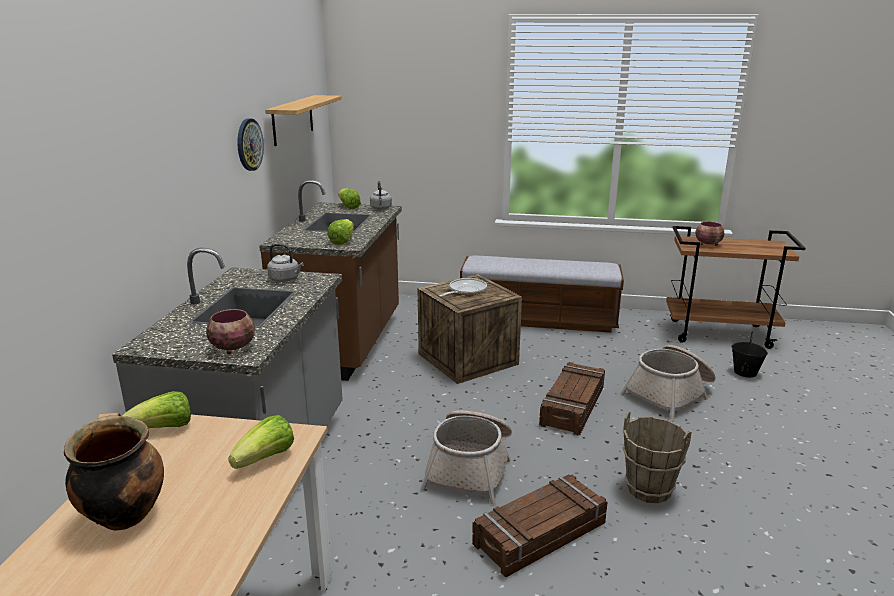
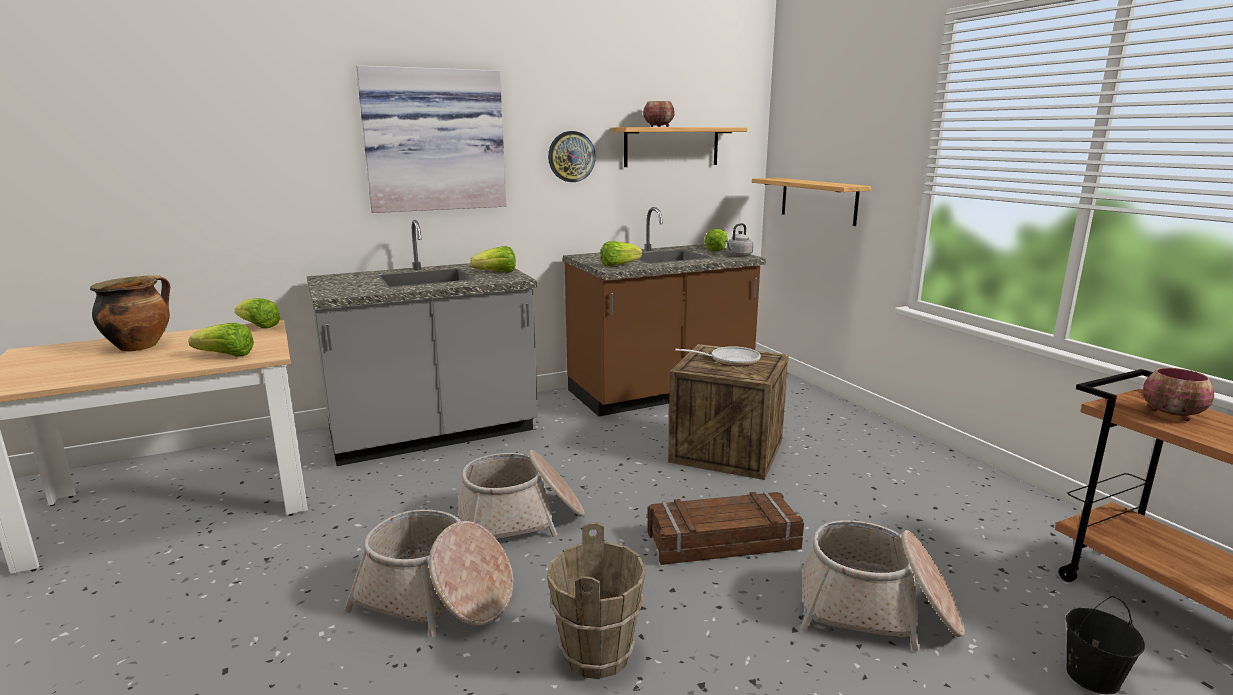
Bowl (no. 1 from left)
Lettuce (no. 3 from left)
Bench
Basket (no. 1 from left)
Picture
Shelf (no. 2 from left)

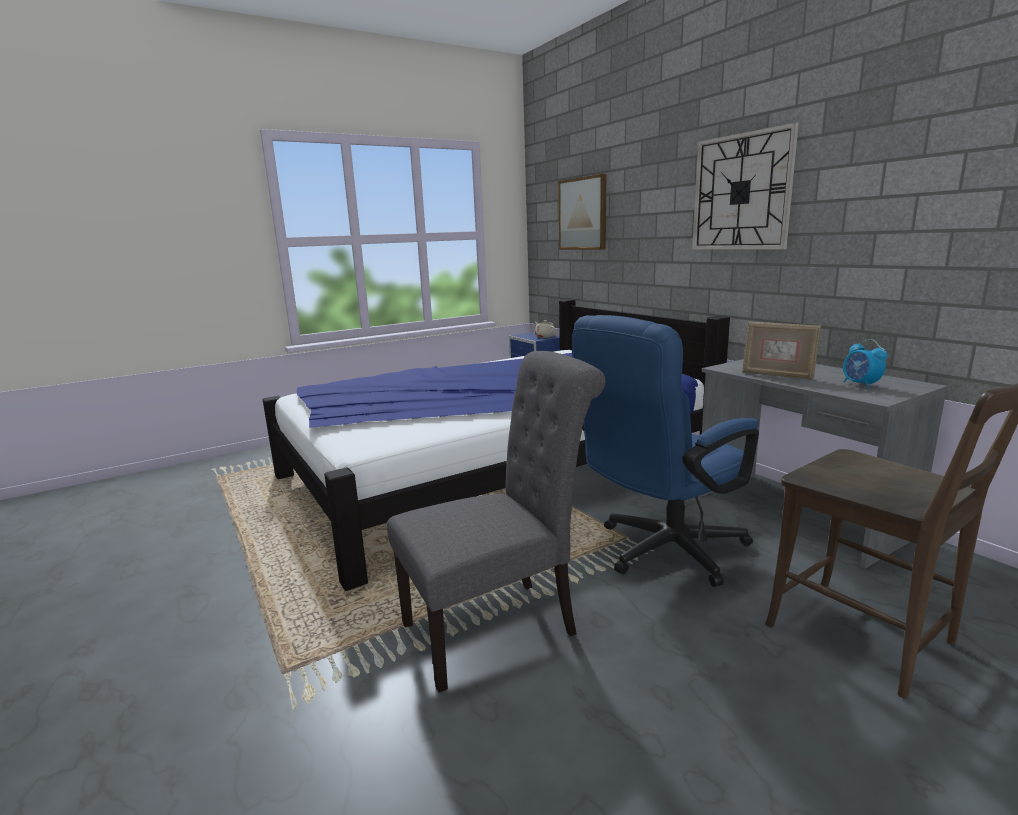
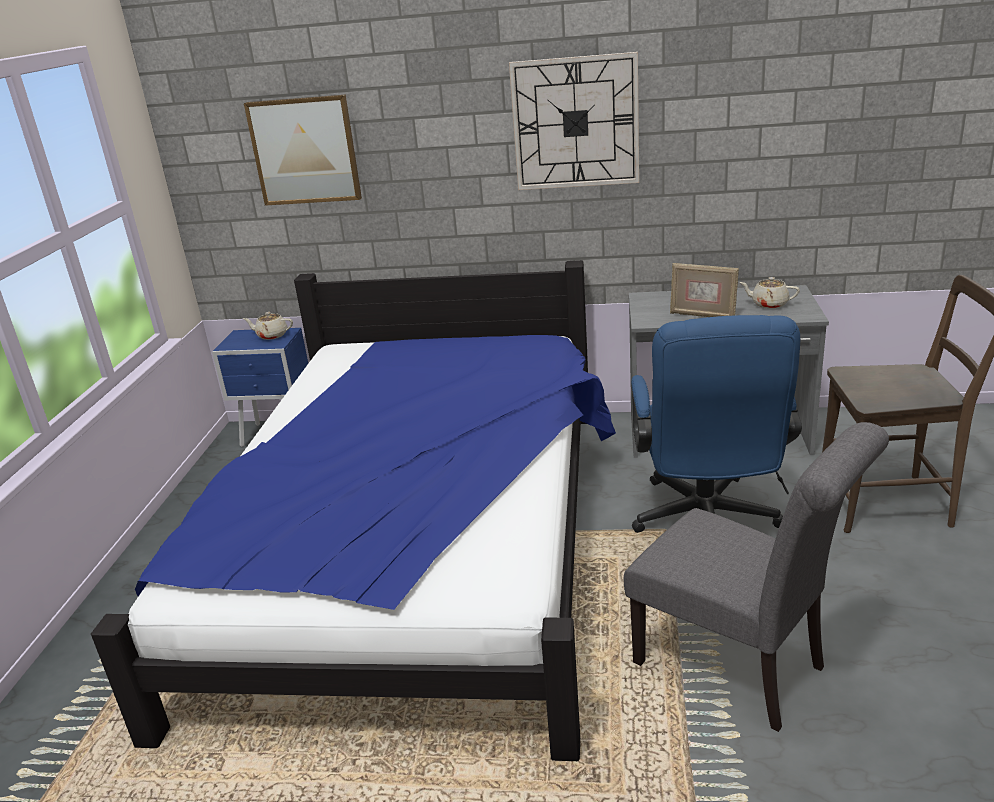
GreyChair
PictureFrame
BeigeTeapot (no. 2 from left)

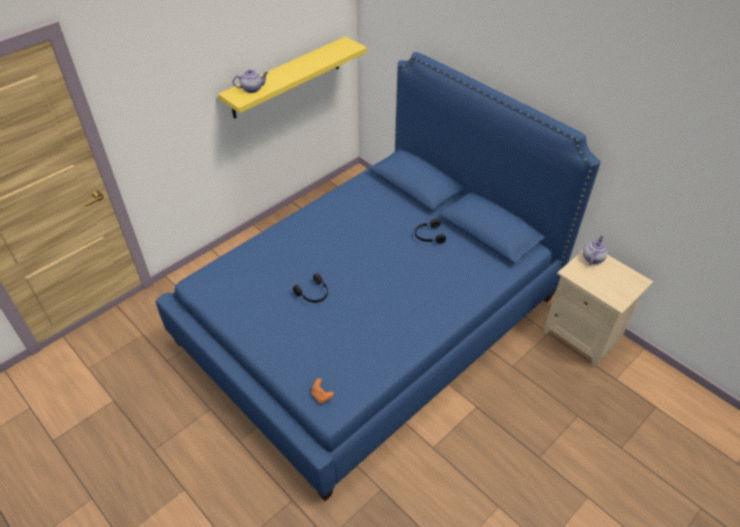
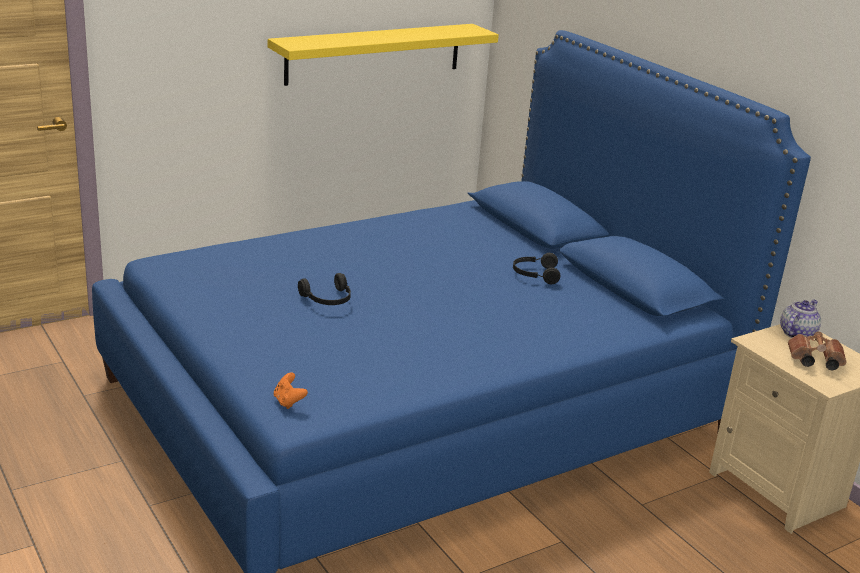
Teapot (no. 1 from left in the first image)
BrownBinoculars

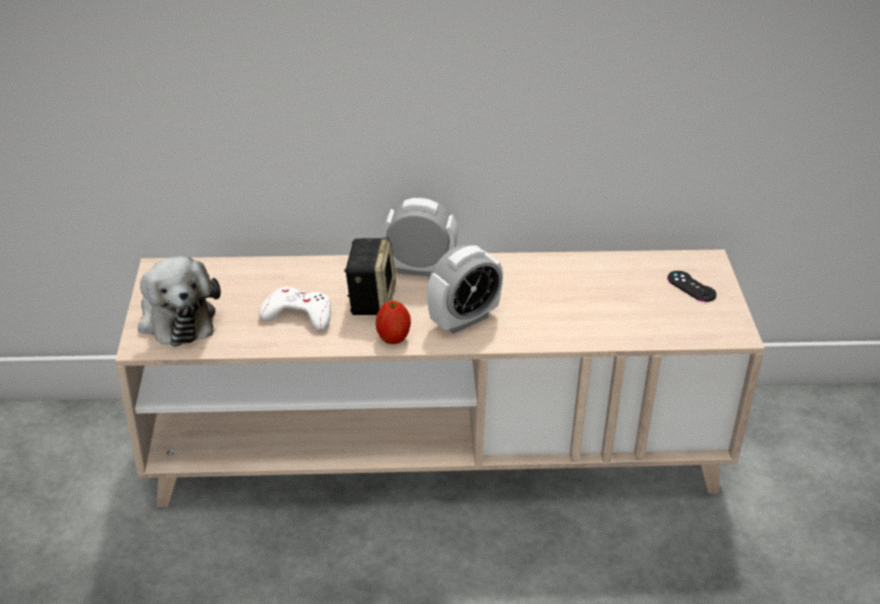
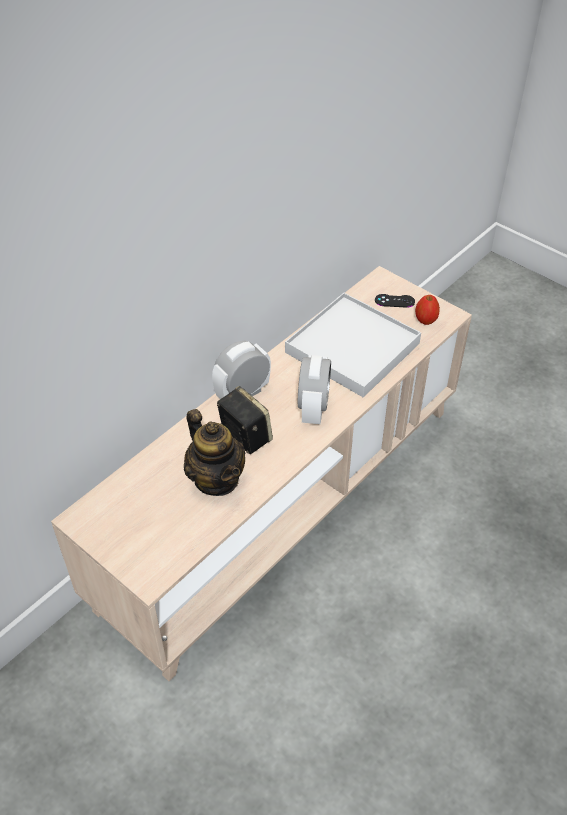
PlushToy
Teapot
Apple
WhiteTray

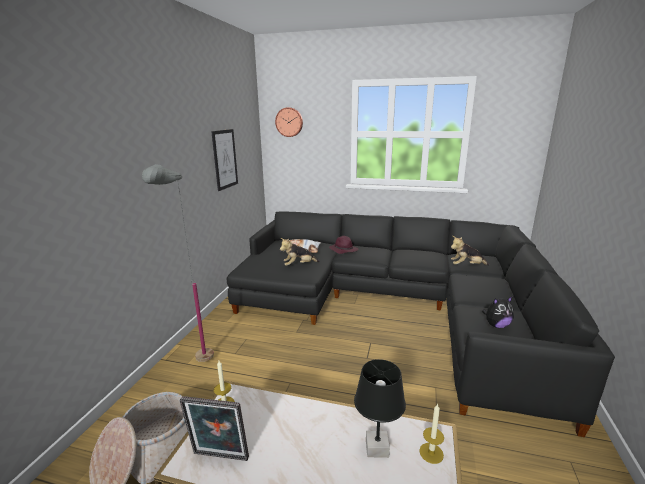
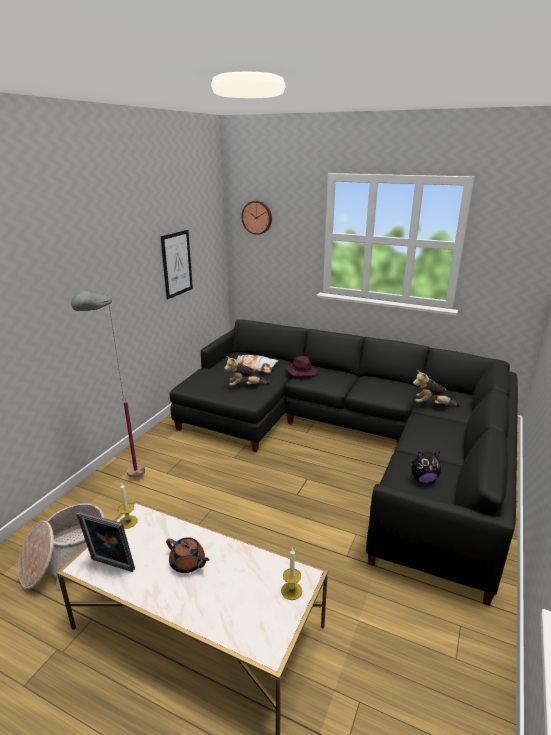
BlackTableLamp
BrownTeapot

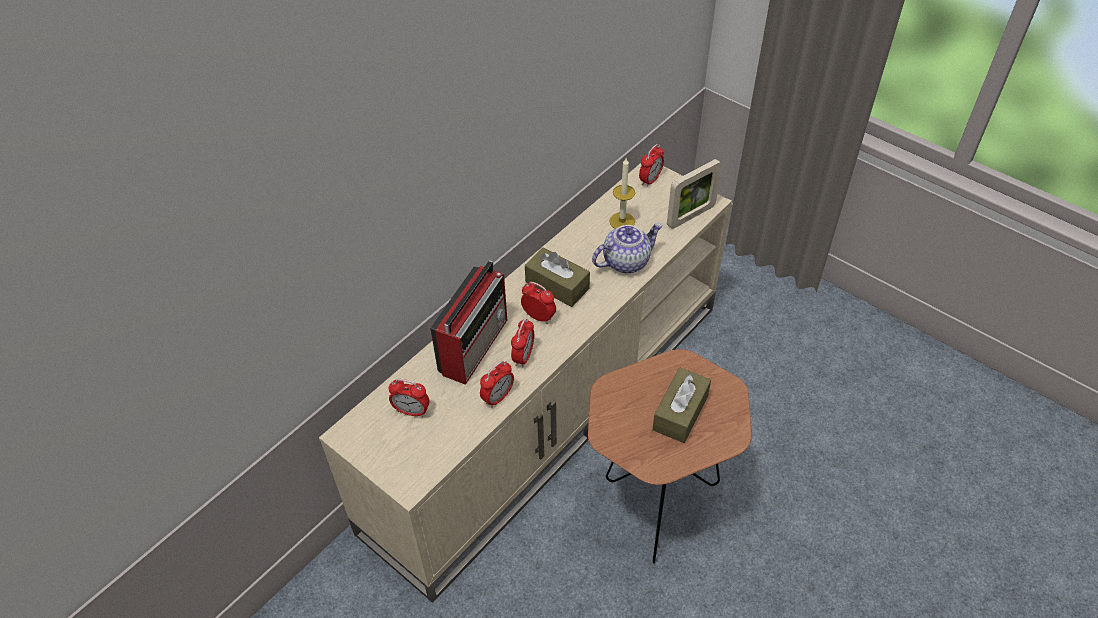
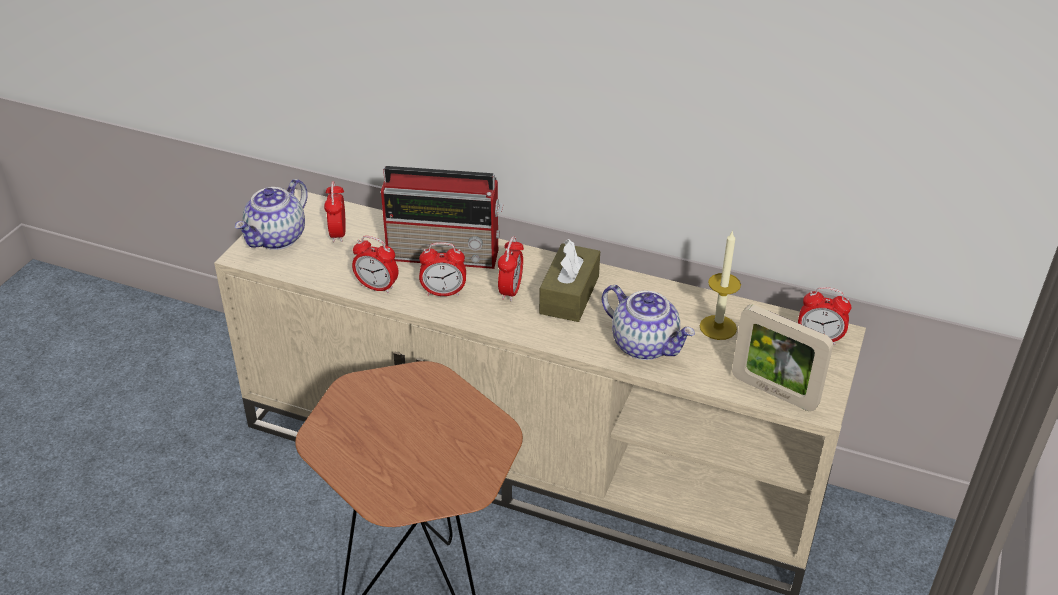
BrownTissueBox (no. 2 from left in the first image)
Teapot (no. 1 from left)

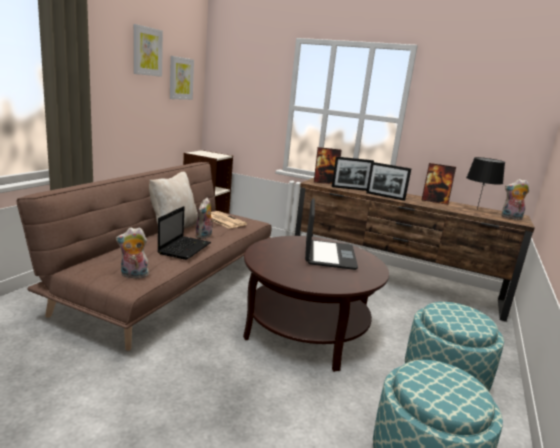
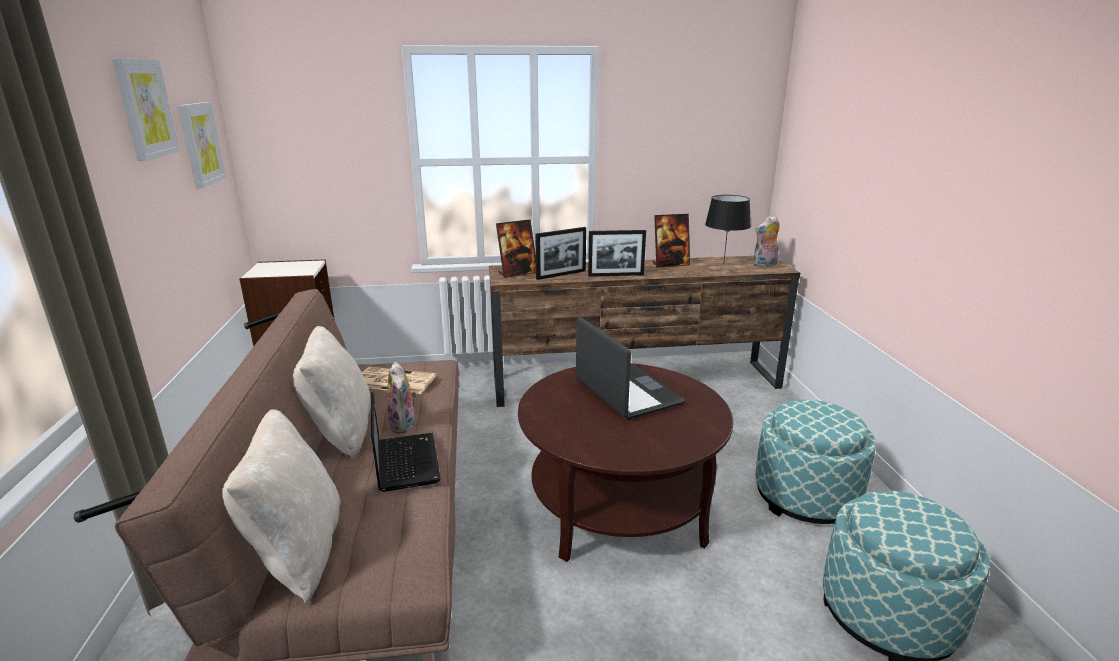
PlushToy (no. 1 from left in the first image)
BeigePillow (no. 1 from left)

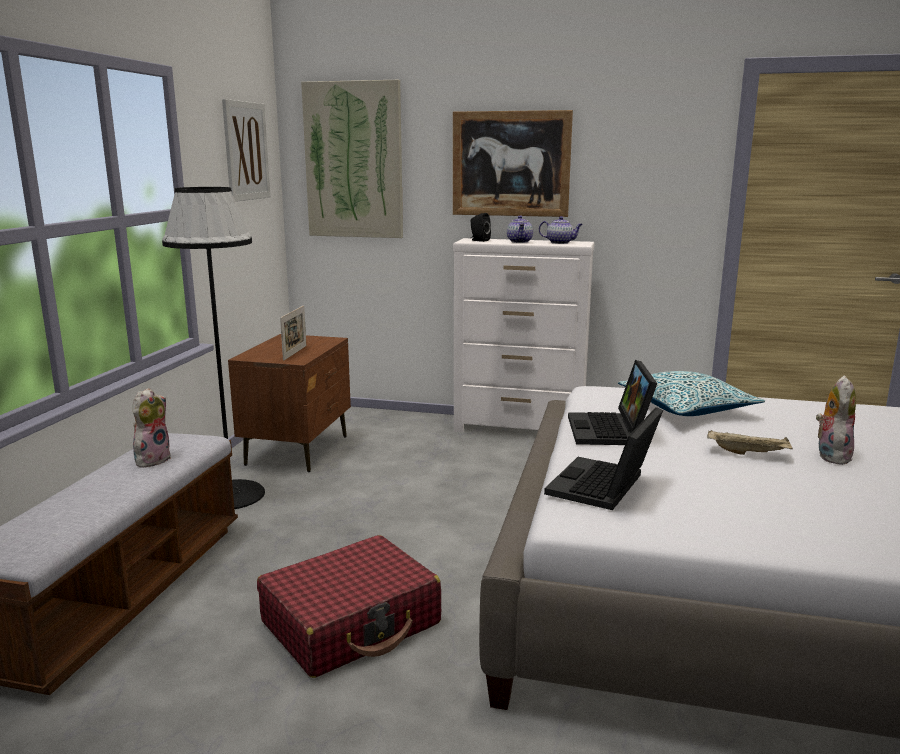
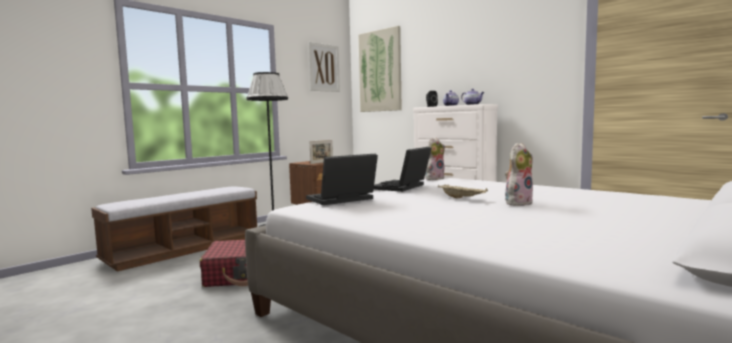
PlushToy (no. 1 from left)
Picture (no. 3 from left in the first image)
Pillow

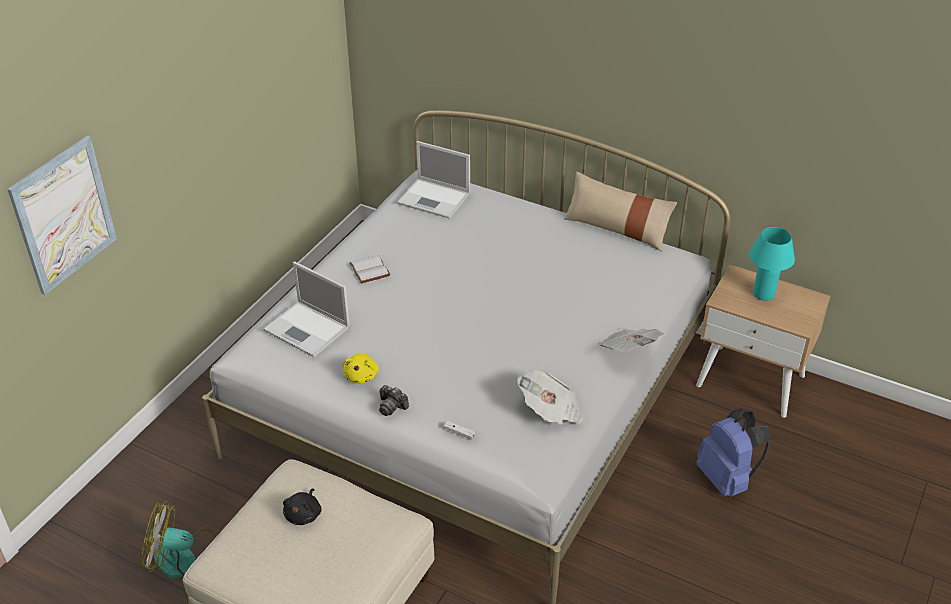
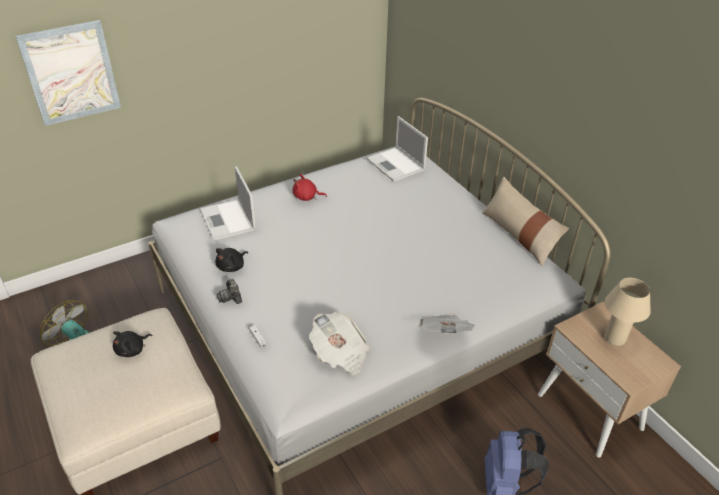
BlackPlushToy (no. 2 from left)
RedPlushToy
BeigeTableLamp

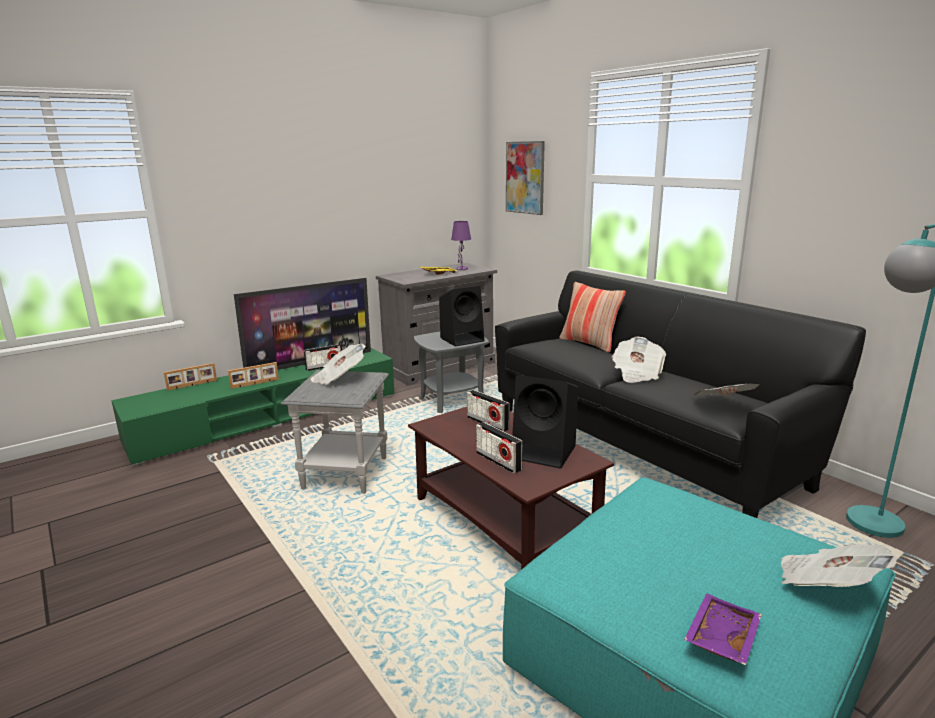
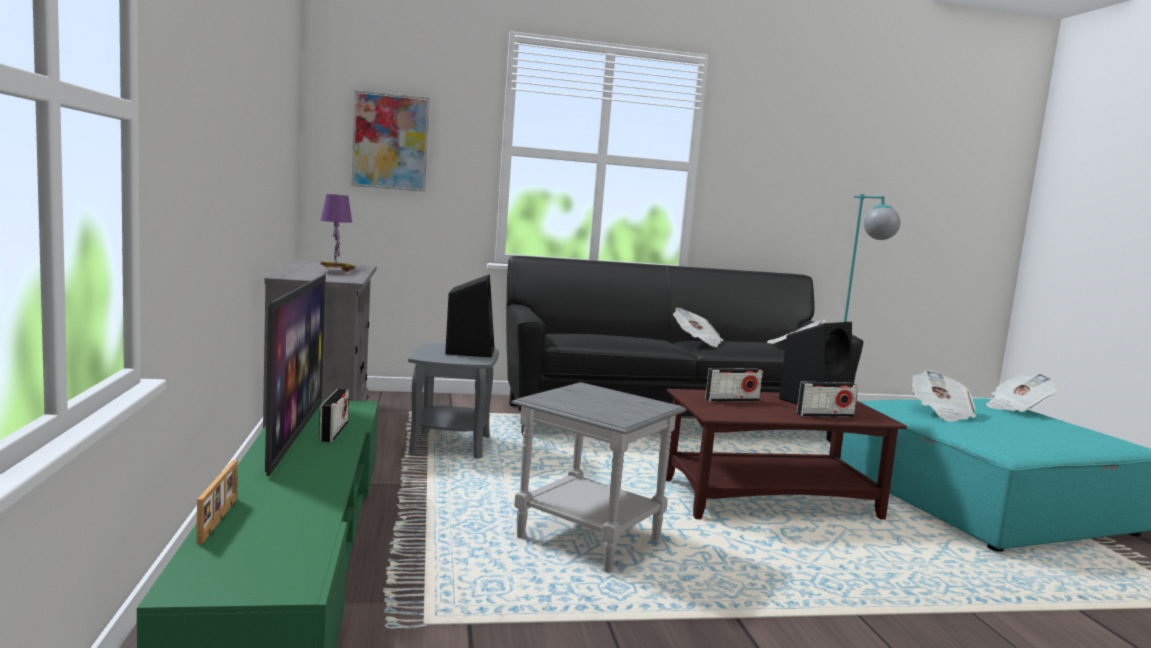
PictureFrame (no. 2 from left in the first image)
Newspaper (no. 3 from left)
Pillow
PurpleTray

